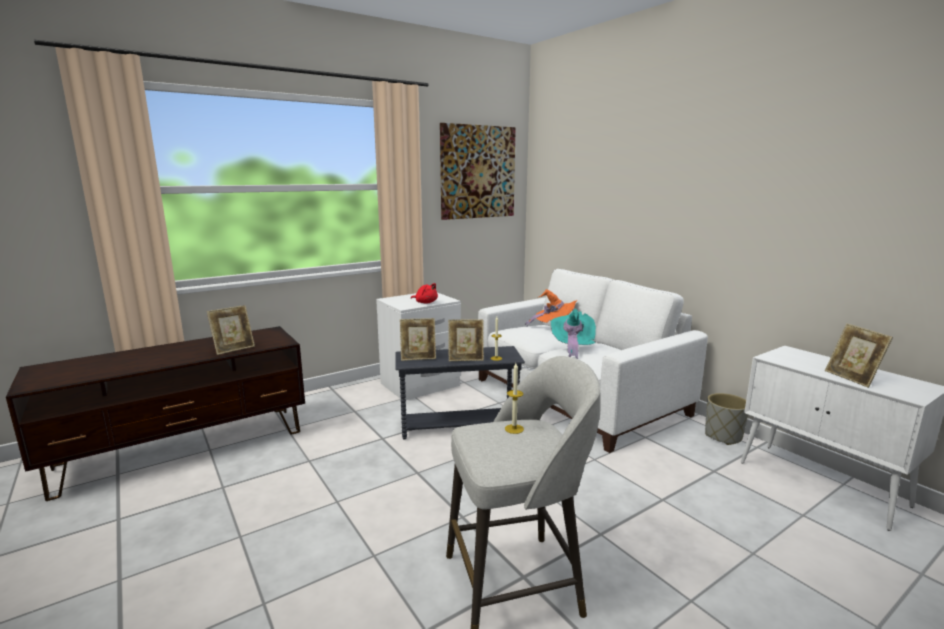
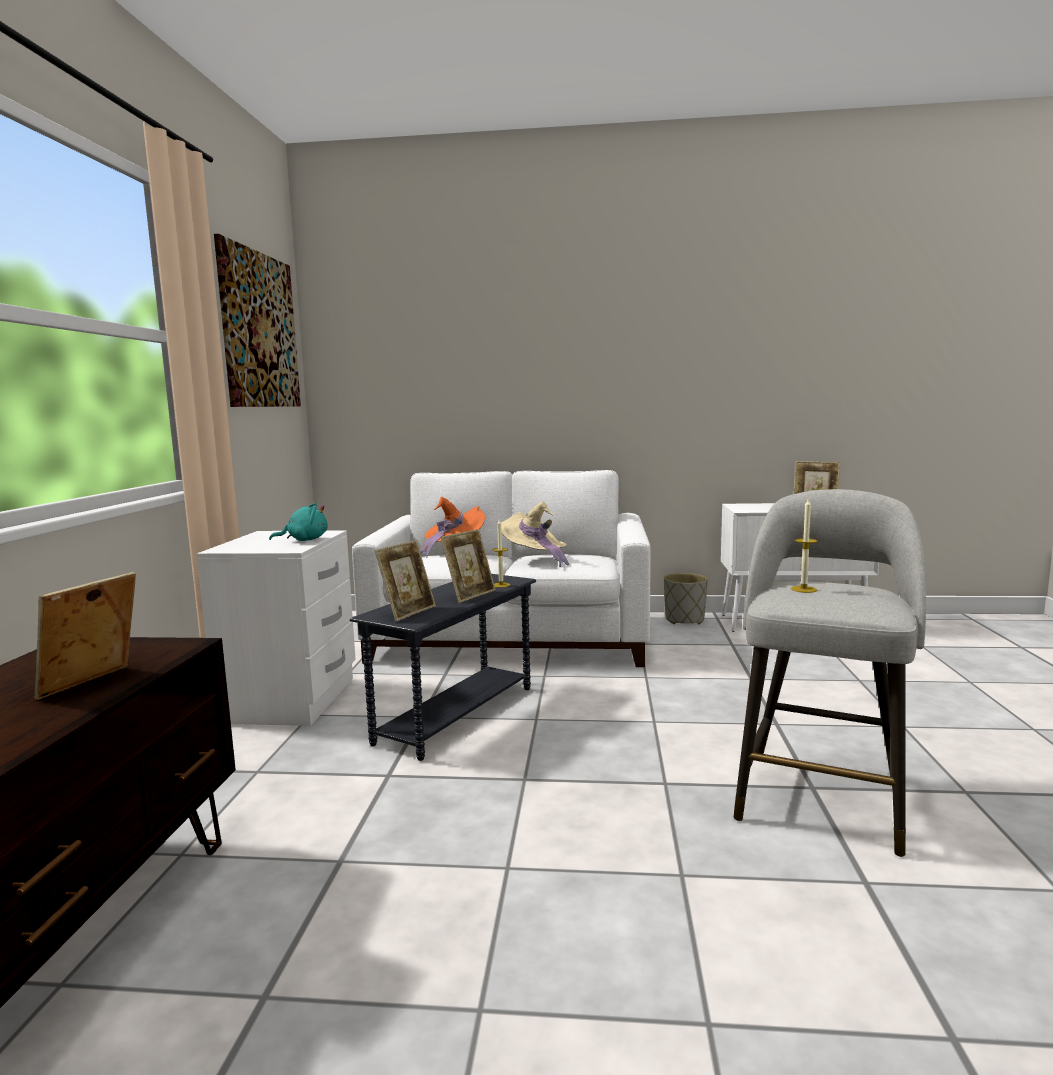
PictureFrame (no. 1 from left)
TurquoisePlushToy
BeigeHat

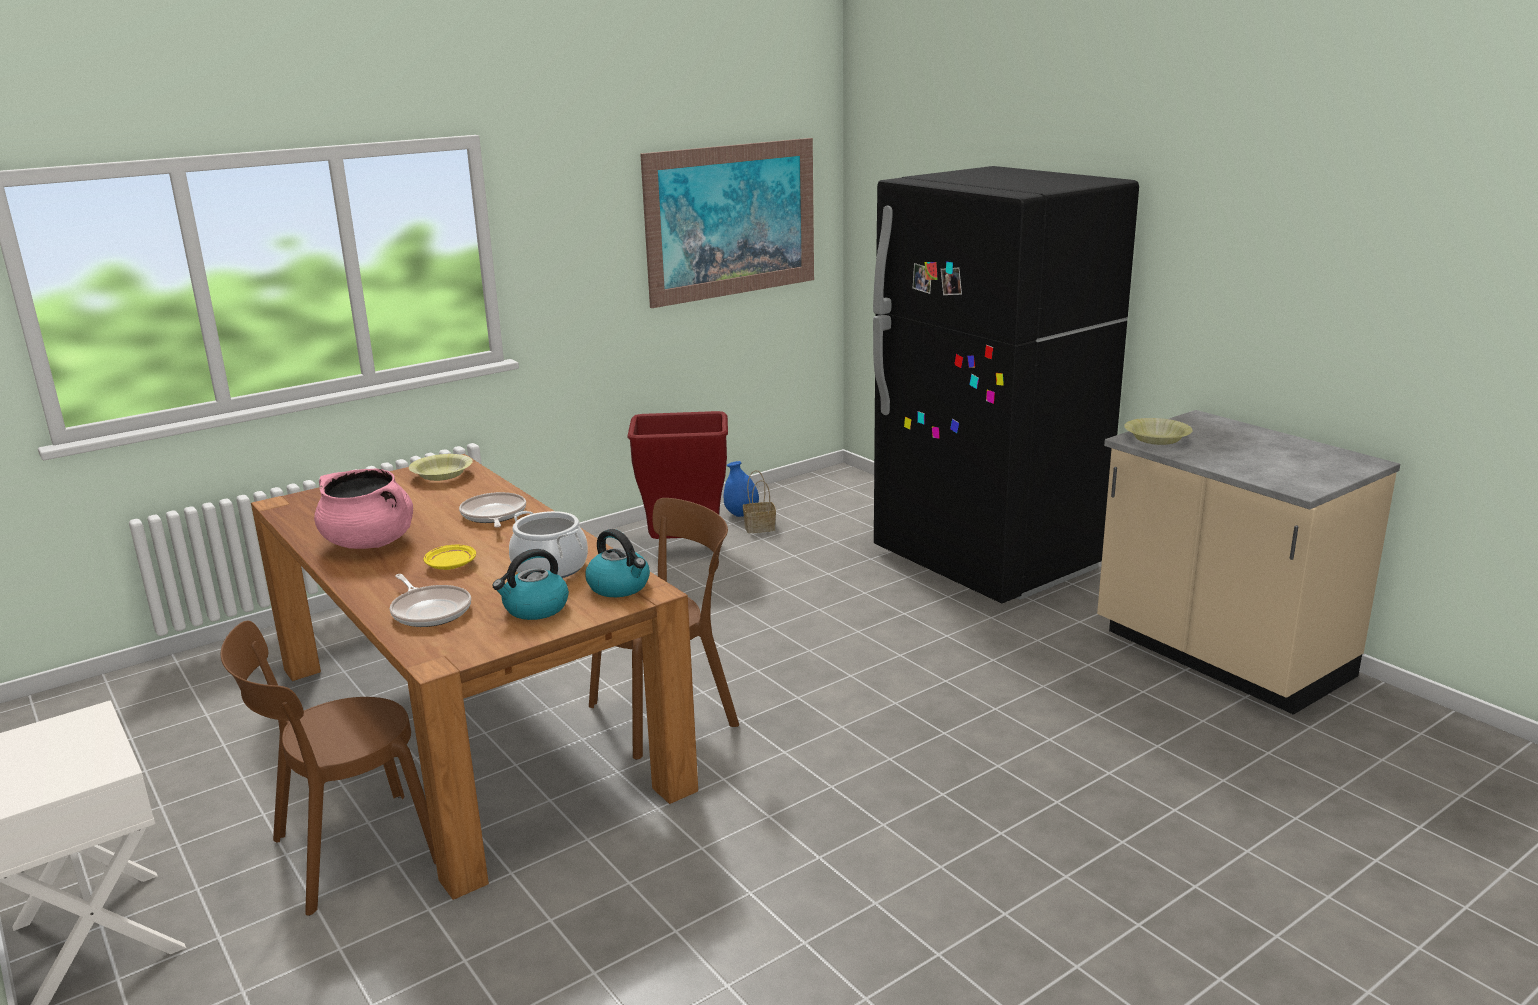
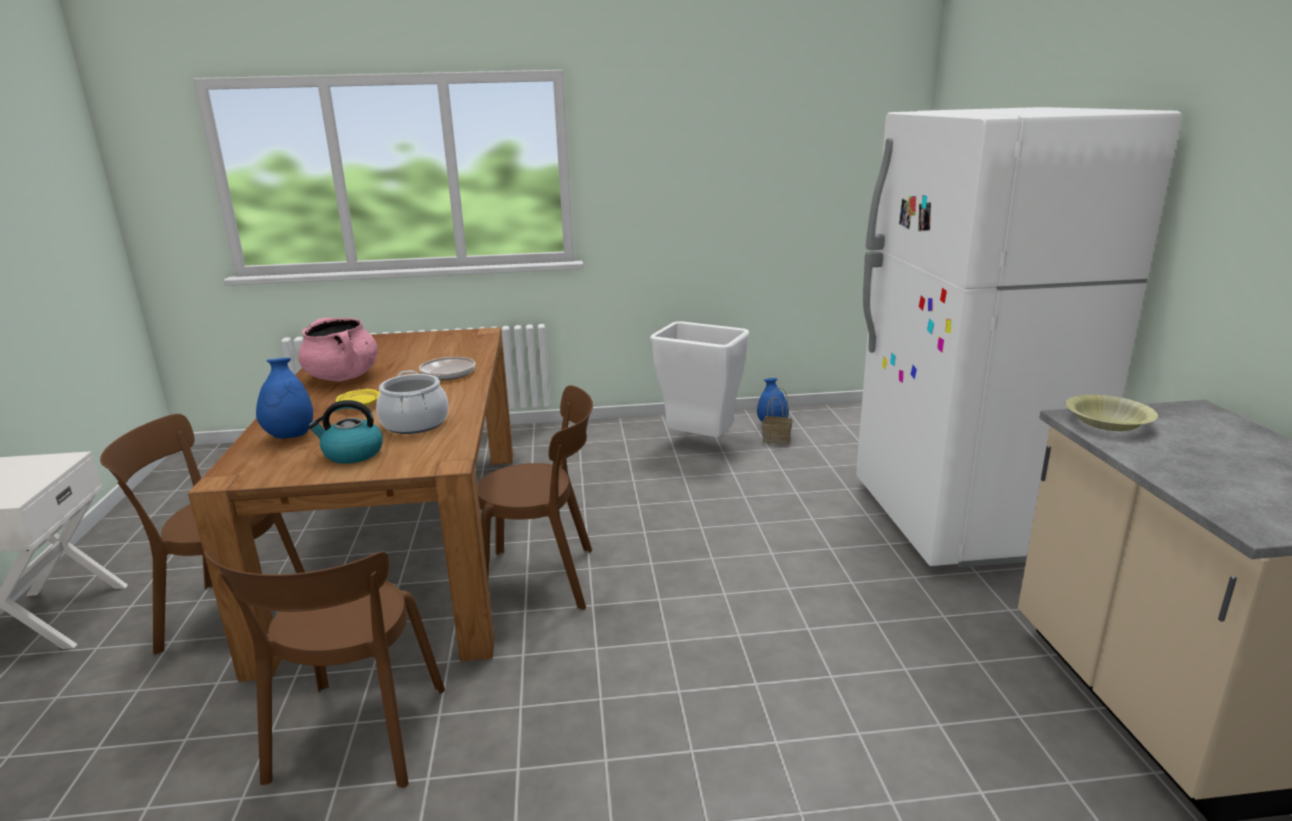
BlueVase (no. 1 from left)
YellowBowl (no. 1 from left in the first image)
Kettle (no. 2 from left in the first image)
WhiteTrashCan
Picture
WhiteFridge
BrownChair (no. 2 from left)

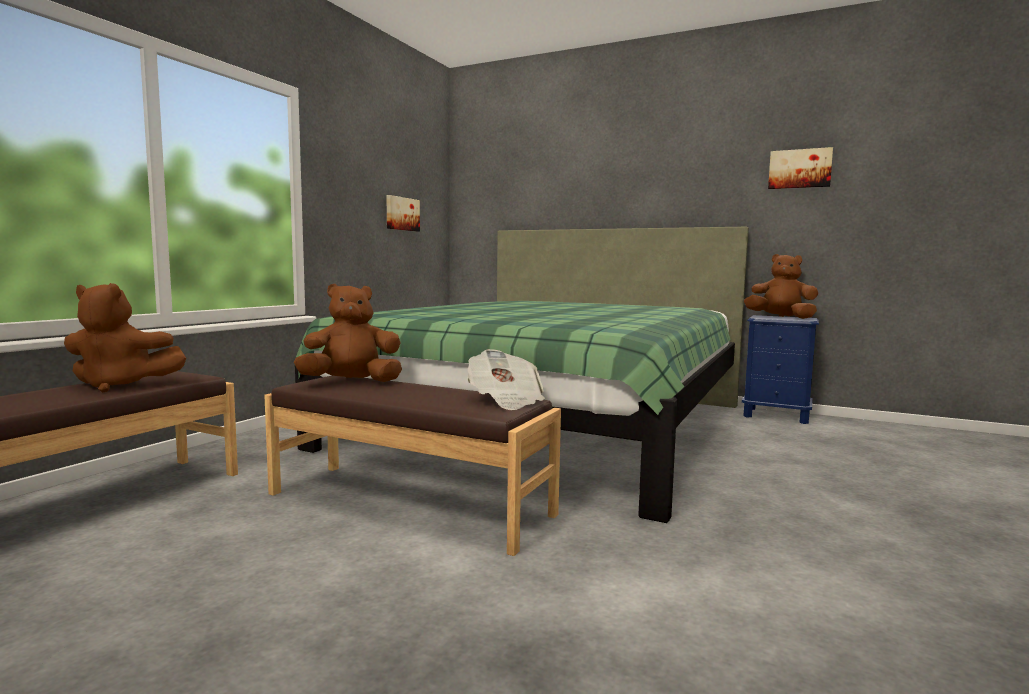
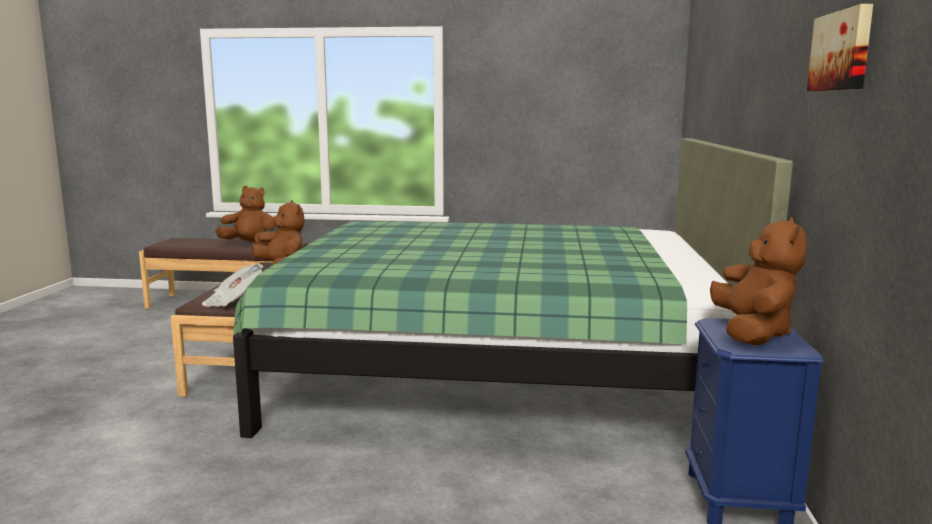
BrownPlushToy (no. 1 from left)
Picture (no. 1 from left in the first image)

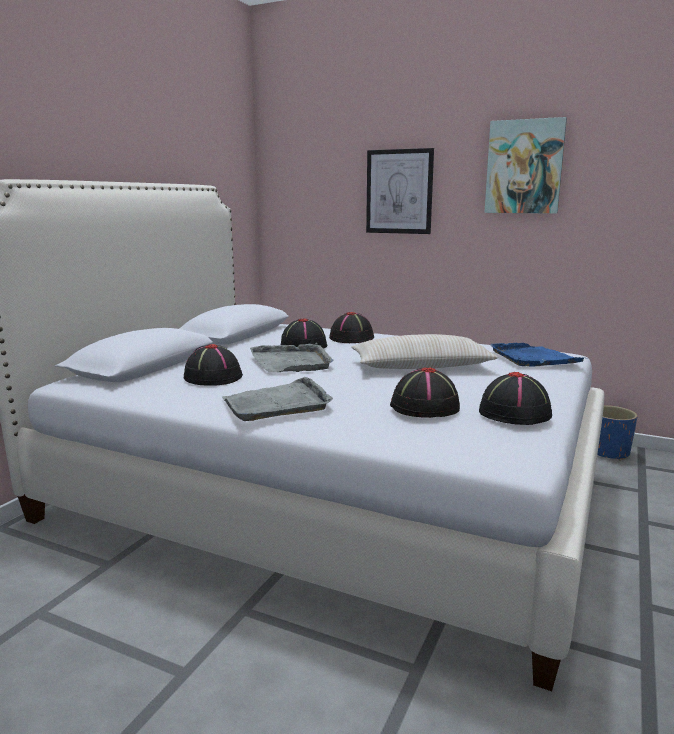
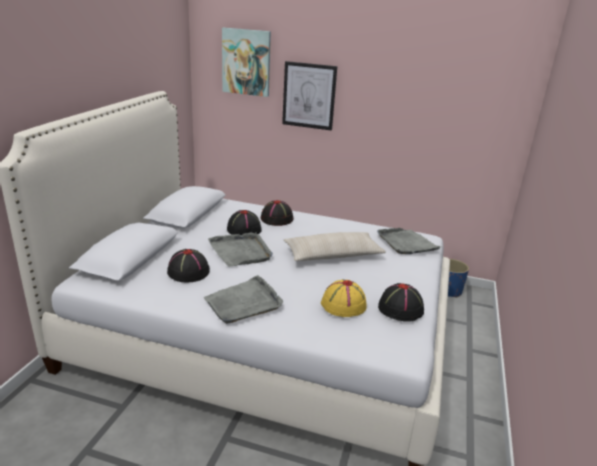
YellowHat
Picture (no. 1 from left)
GreyTray (no. 3 from left)

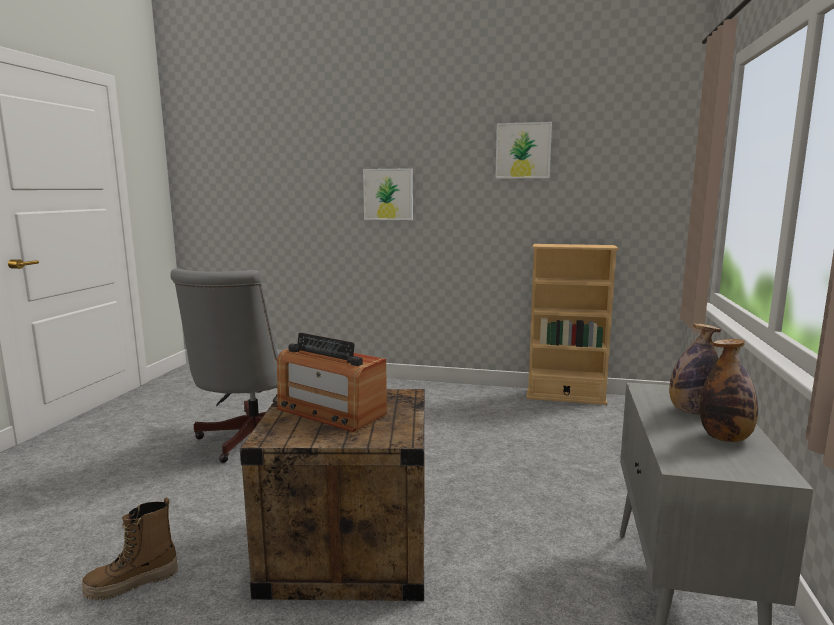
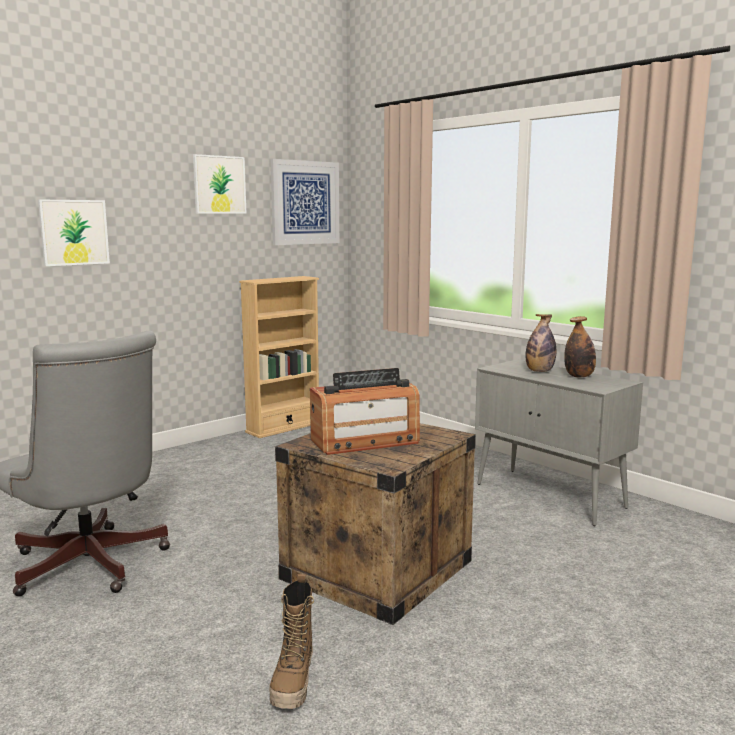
Picture (no. 3 from left)

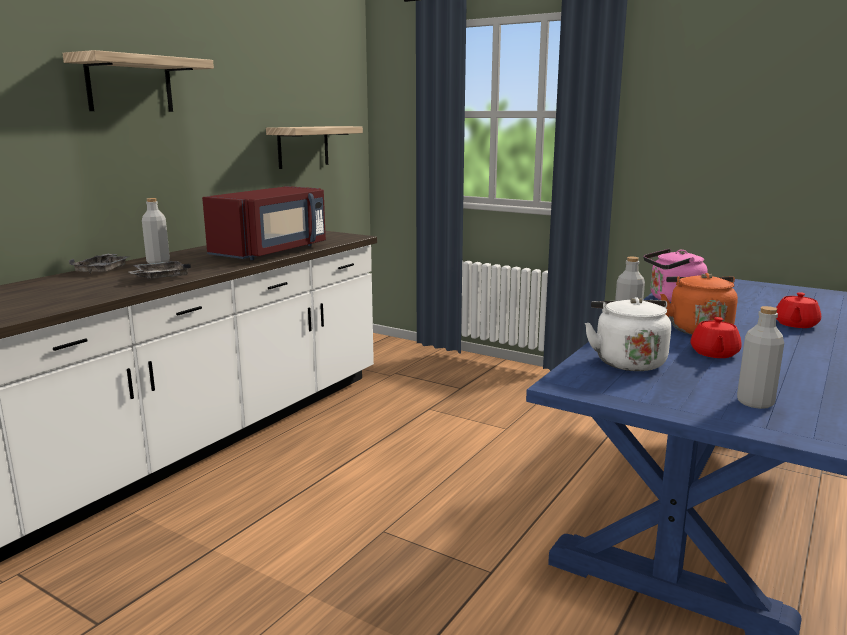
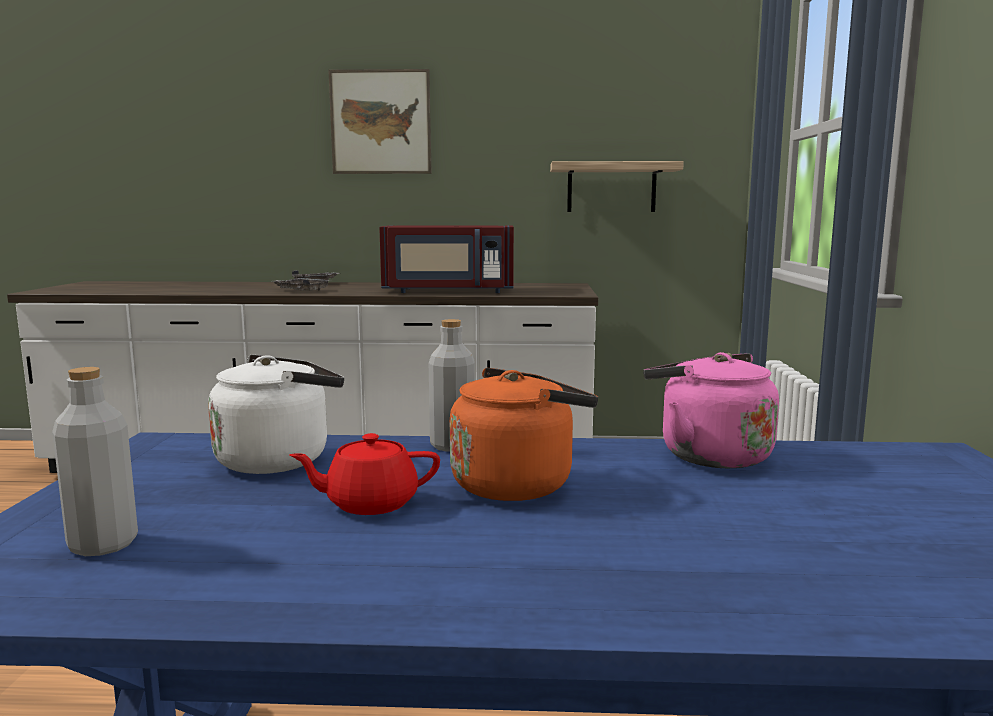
Picture
GreyBottle (no. 1 from left in the first image)
RedTeapot (no. 2 from left in the first image)

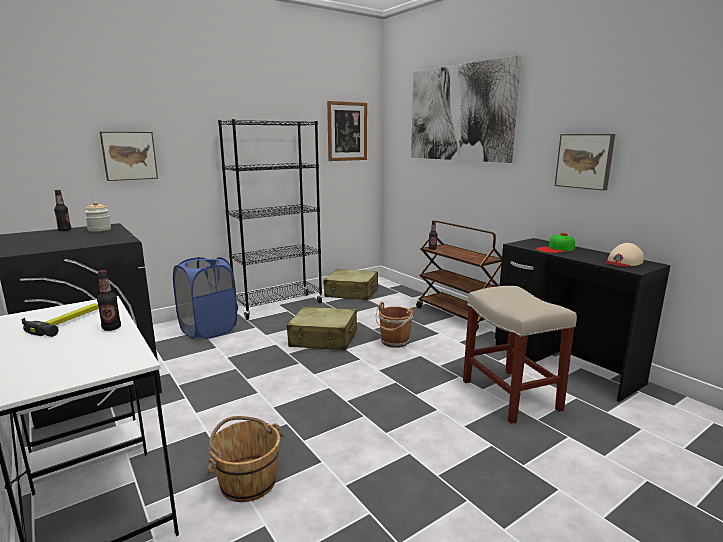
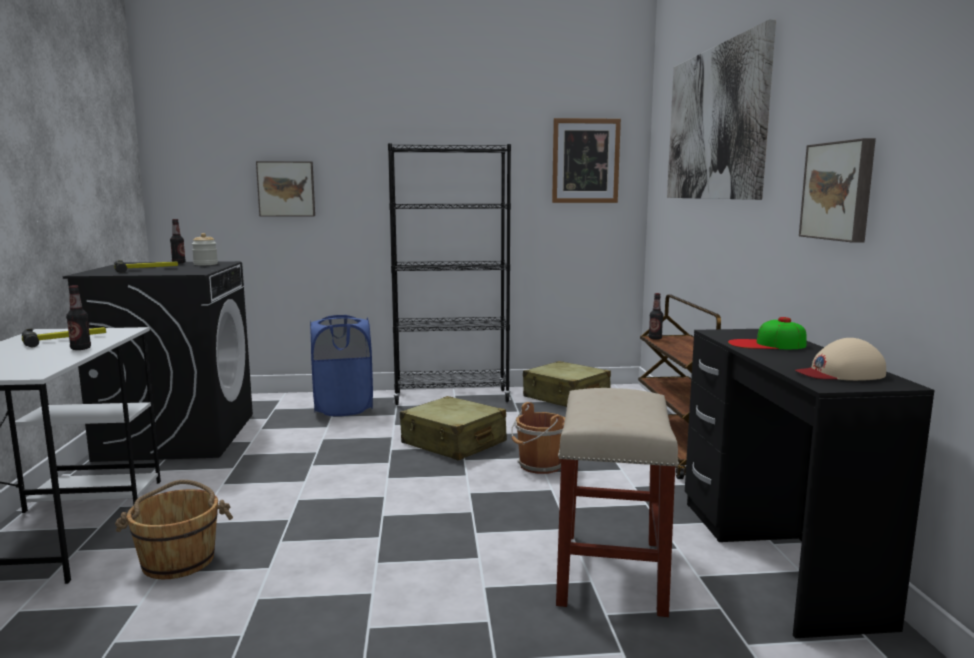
Hammer (no. 2 from left)

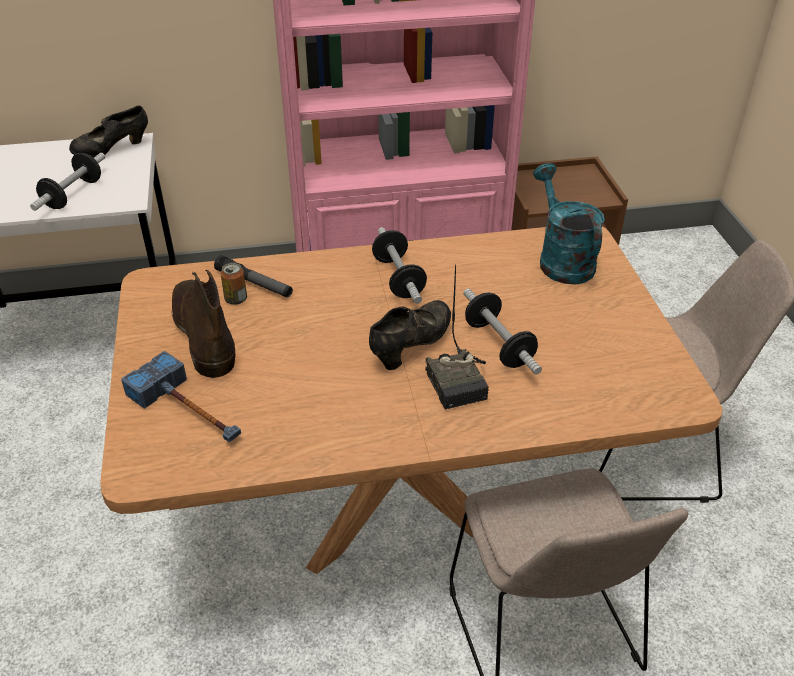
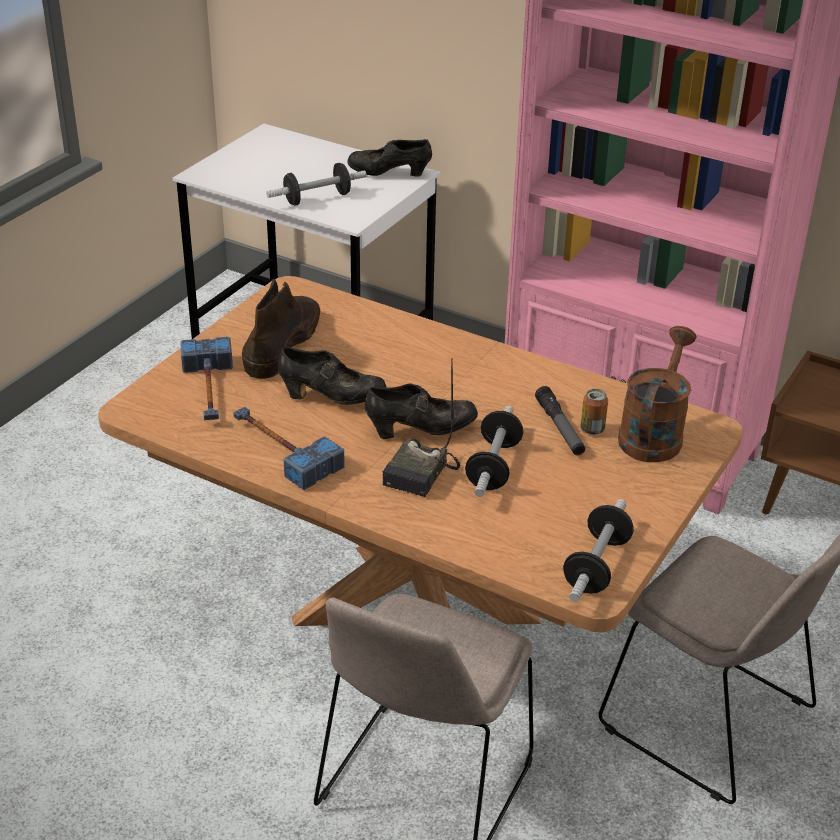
Flashlight
Can
Dumbbell (no. 3 from left)
BrownWateringCan
Hammer (no. 2 from left)
BlackShoe (no. 1 from left)

